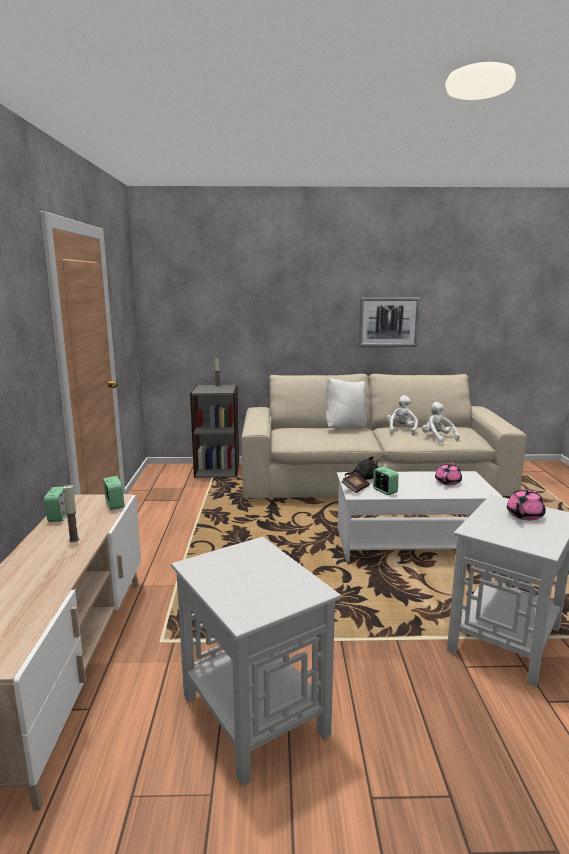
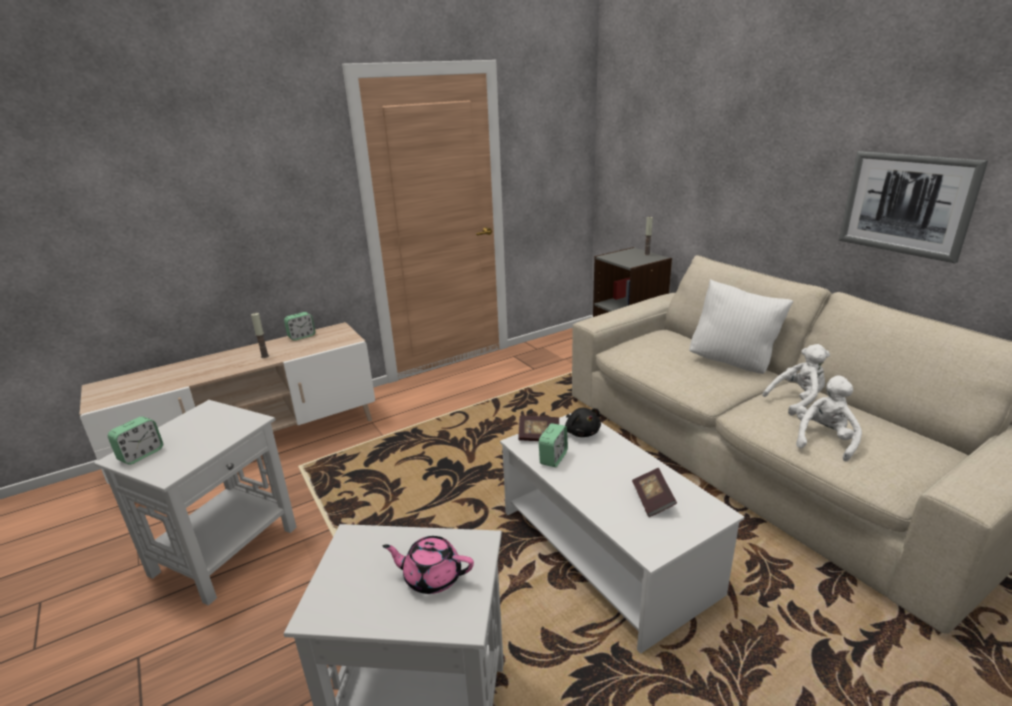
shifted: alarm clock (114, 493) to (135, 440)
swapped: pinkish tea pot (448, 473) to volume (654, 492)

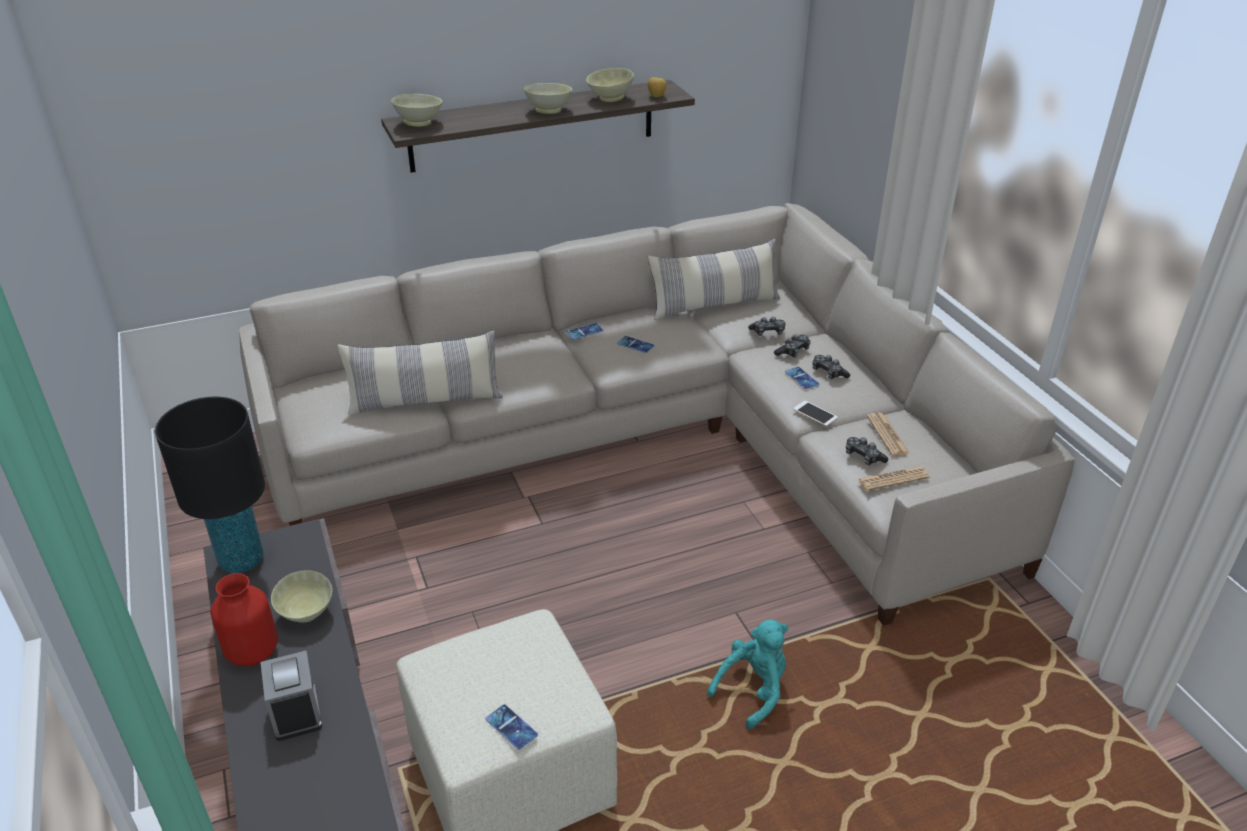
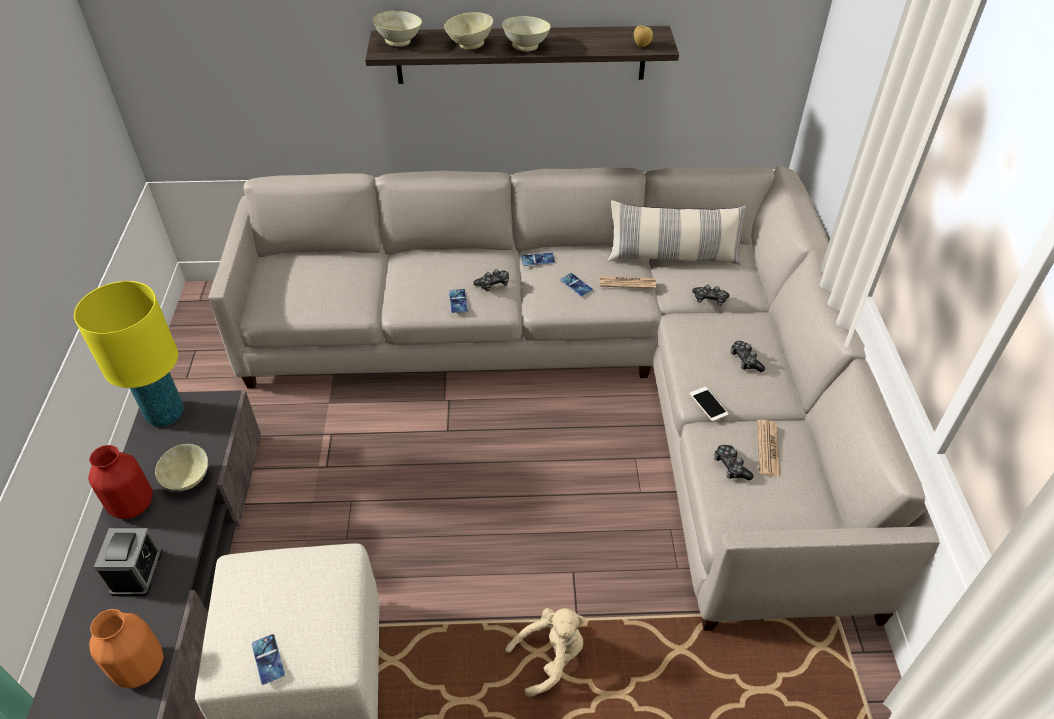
gone: cushion (420, 372)
new: orange-coloured flower vase (126, 648)
shifted: beige-coloured deep dish (610, 85) to (468, 31); game controller (792, 346) to (491, 280); phone (802, 378) to (458, 301); daily paper (894, 478) to (627, 282)
repainted: black tabletop lamp (210, 485) to yellowish tabletop lamp (129, 353); blue-green plush toy (747, 674) to beige-coloured plush toy (545, 652)

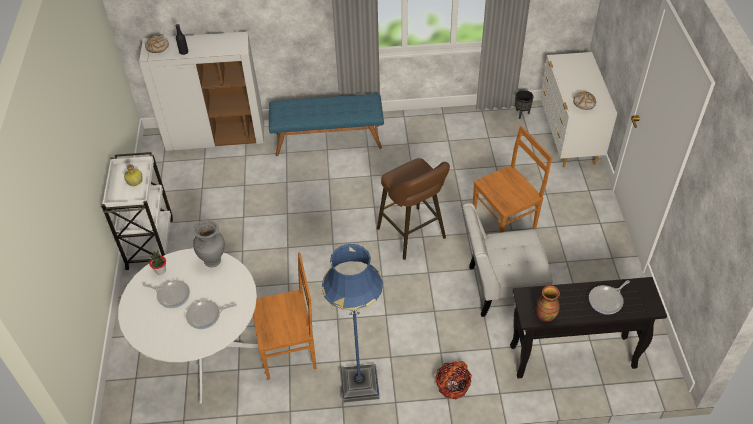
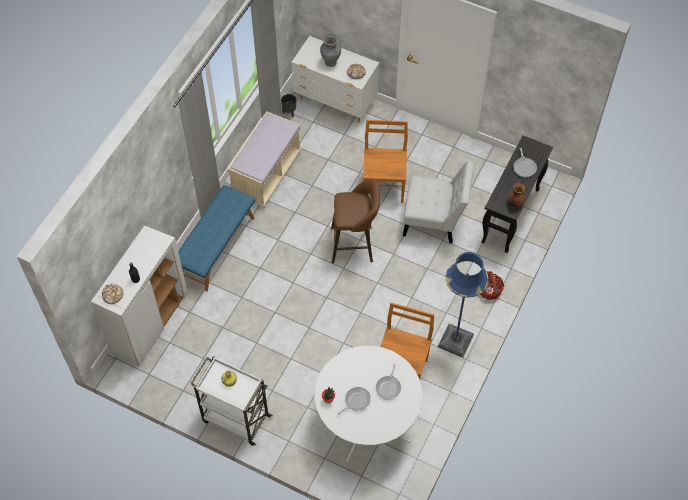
new: beige-coloured long seat (264, 158)
shifted: gray flower vase (209, 243) to (330, 50)
rotated: white-coloured plain chair (508, 260) = (438, 201) 105 degrees counterclockwise

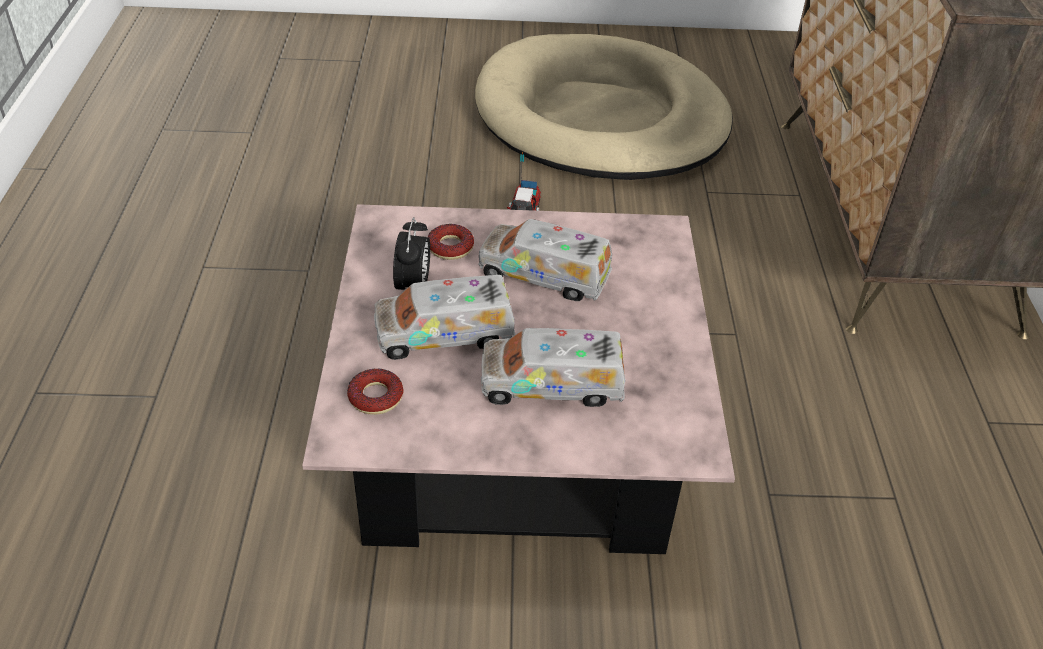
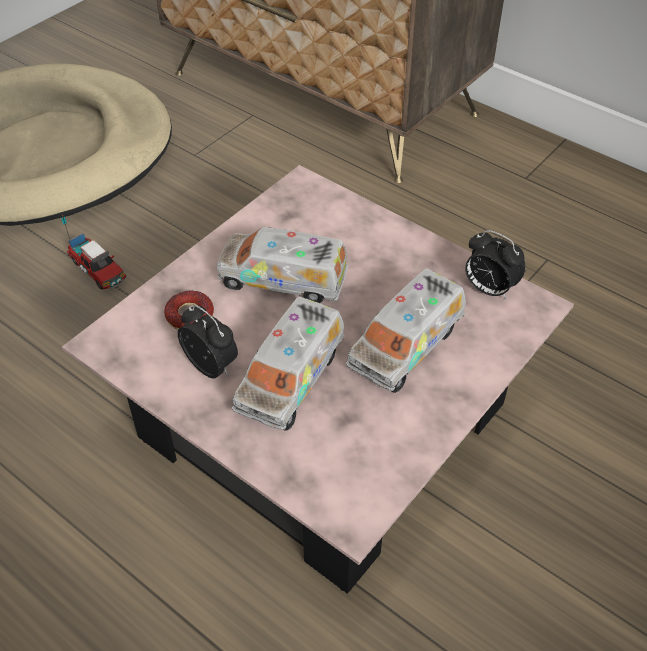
gone: donut (375, 392)
new: alarm clock (495, 264)
rotated: toy lorry (545, 260) = (282, 265) 45 degrees clockwise

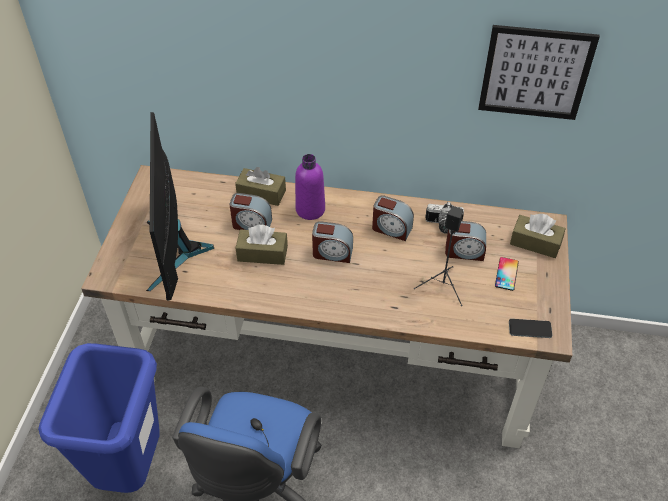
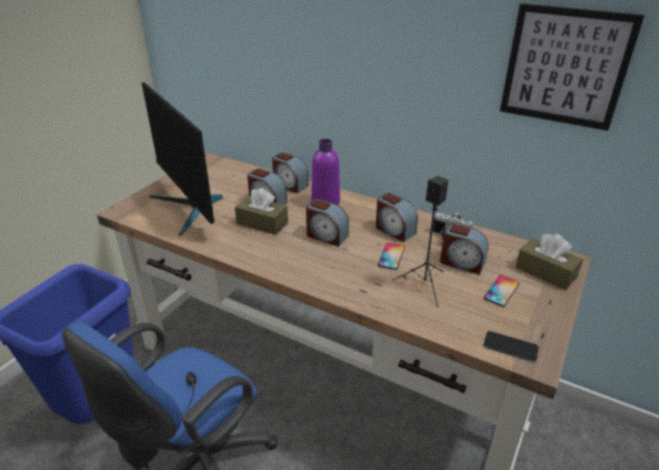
new: phone (391, 256)
swapped: brown tissue box (260, 186) to alarm clock (290, 173)
rotated: monitor (180, 206) = (182, 159) 45 degrees counterclockwise

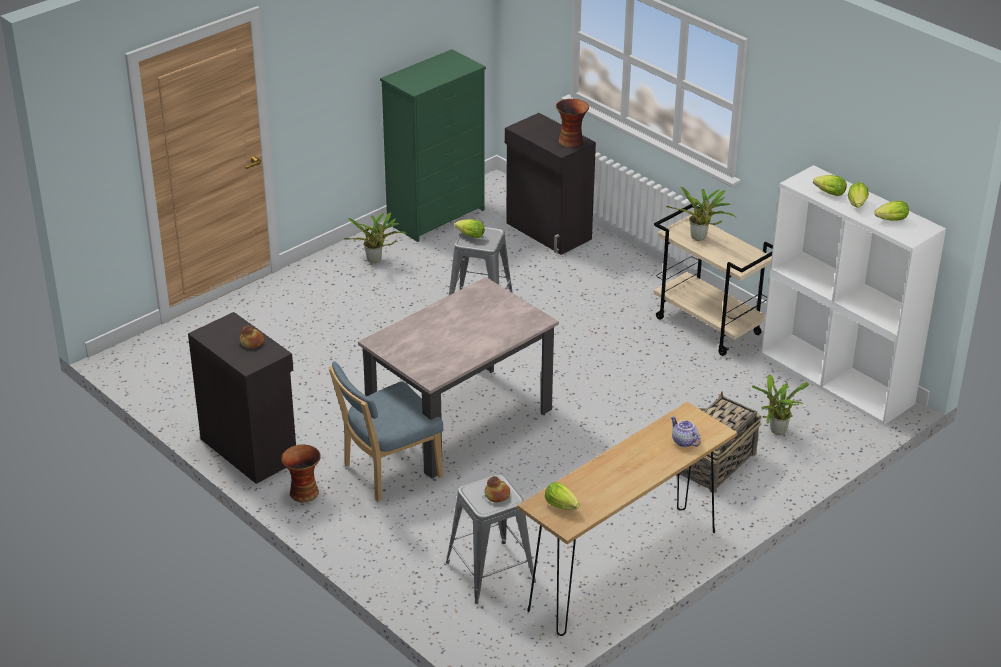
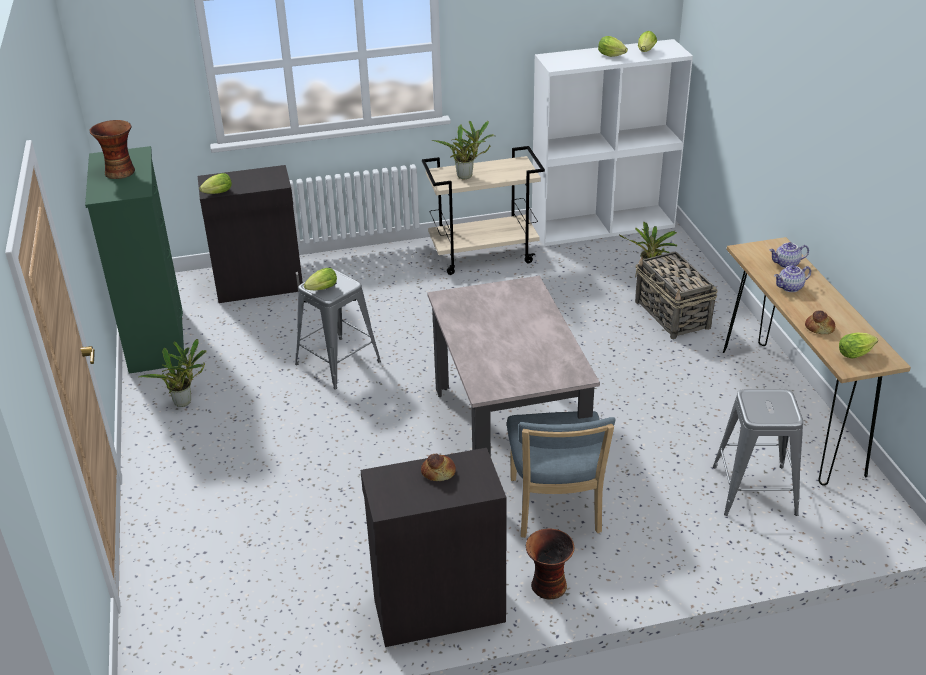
new: tea pot (792, 278)
shifted: baked bread (497, 489) to (820, 322); flower vase (572, 123) to (112, 149); lettuce (830, 185) to (215, 183)

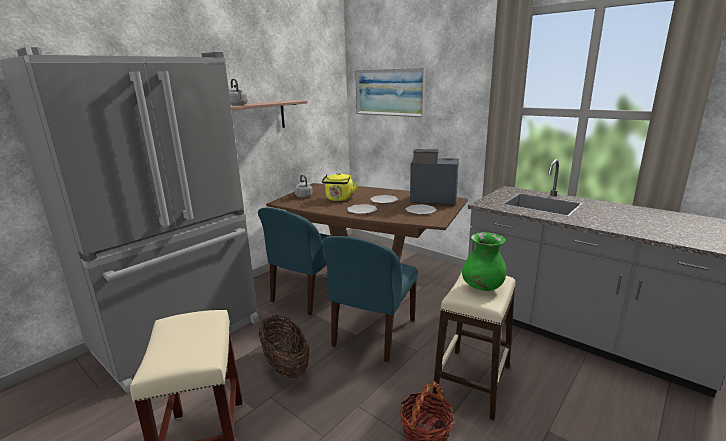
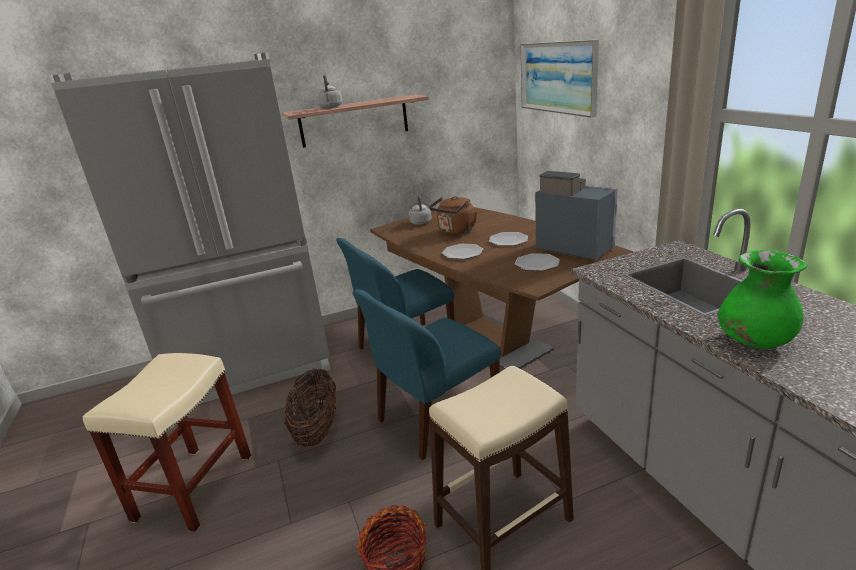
shifted: green flower vase (484, 261) to (762, 299)
repainted: yellowish kettle (340, 187) to brown kettle (453, 215)

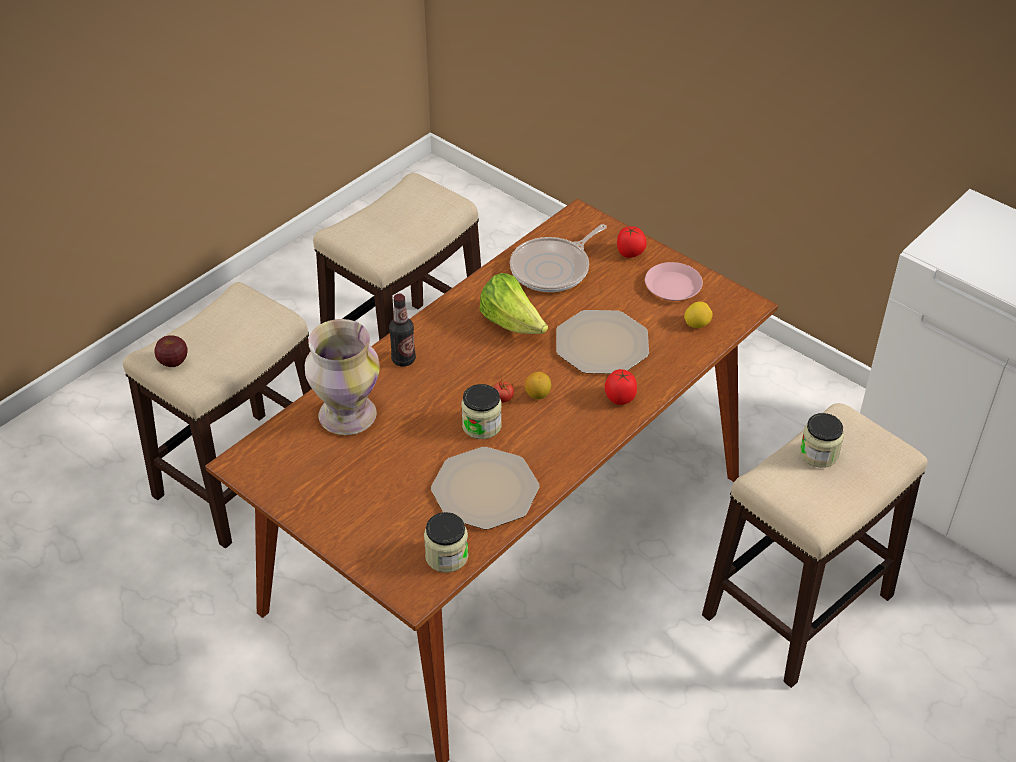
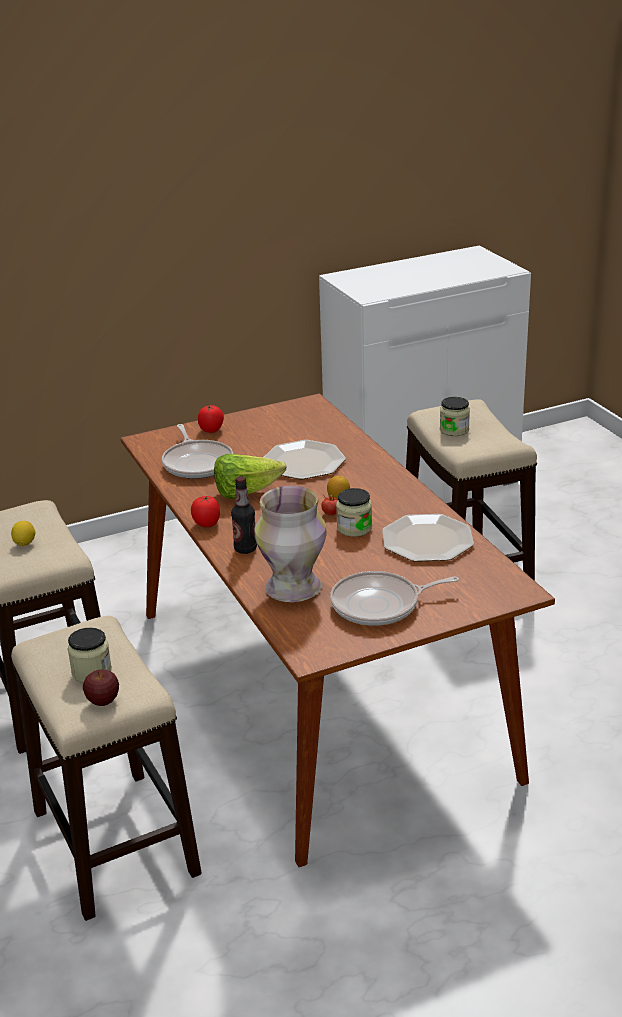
gone: pinkish plate (674, 281)
new: pan (394, 598)
shifted: jar (446, 542) to (90, 655); fresh tomato (621, 387) to (205, 511); whole lemon (698, 315) to (23, 533)

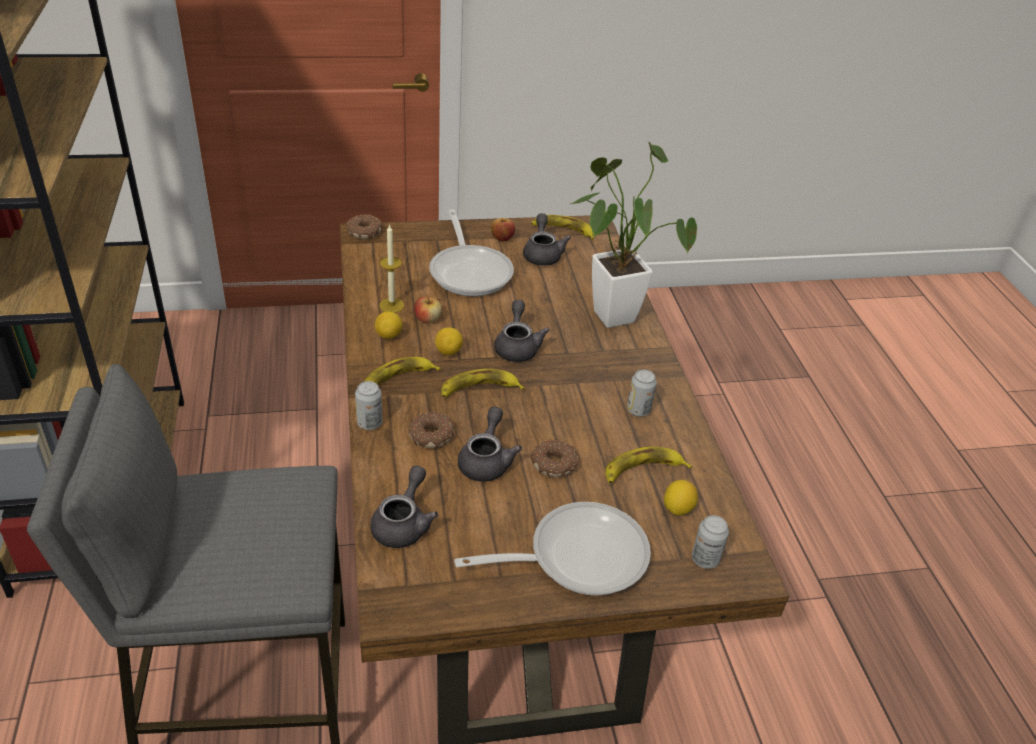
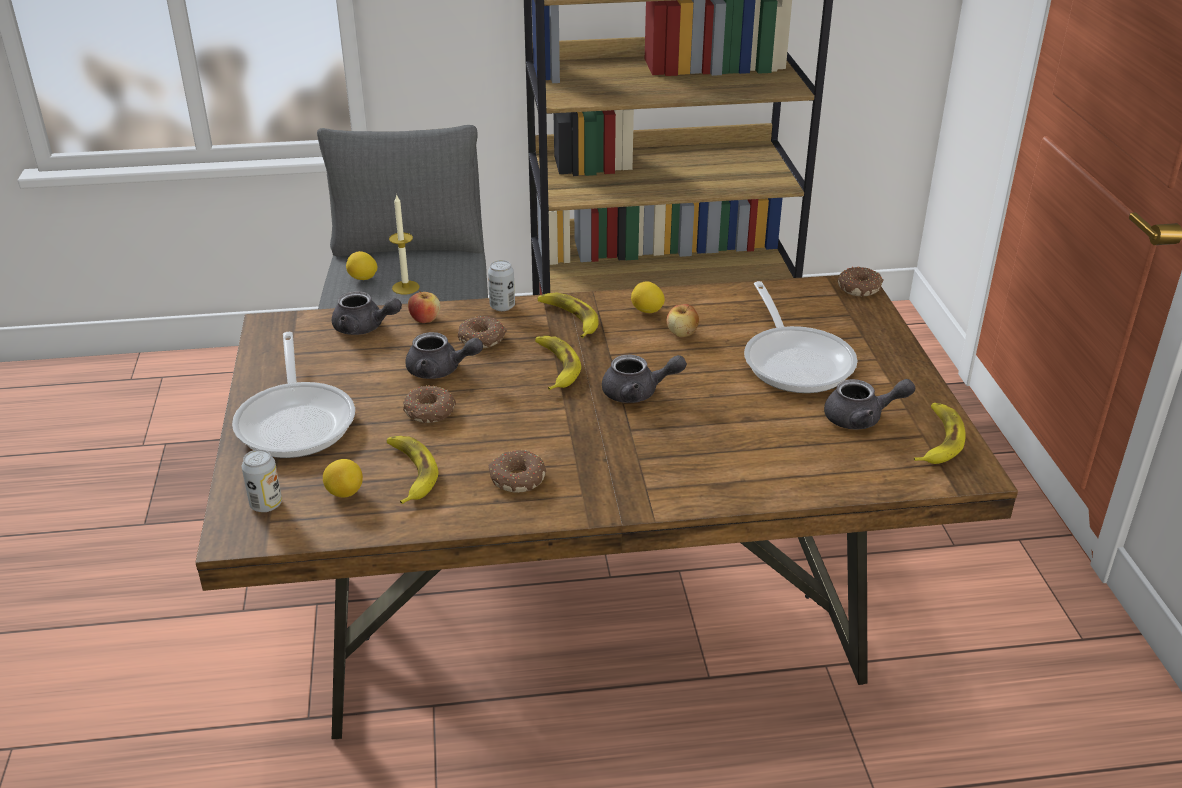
gone: plant in a pot (634, 235)
shifted: wax candle (391, 268) to (404, 244); whole lemon (449, 341) to (362, 265); whole apple (503, 230) to (424, 306)
swapped: sealed can (642, 392) to donut (517, 471)
rotated: pan (471, 252) = (800, 337) 90 degrees counterclockwise

